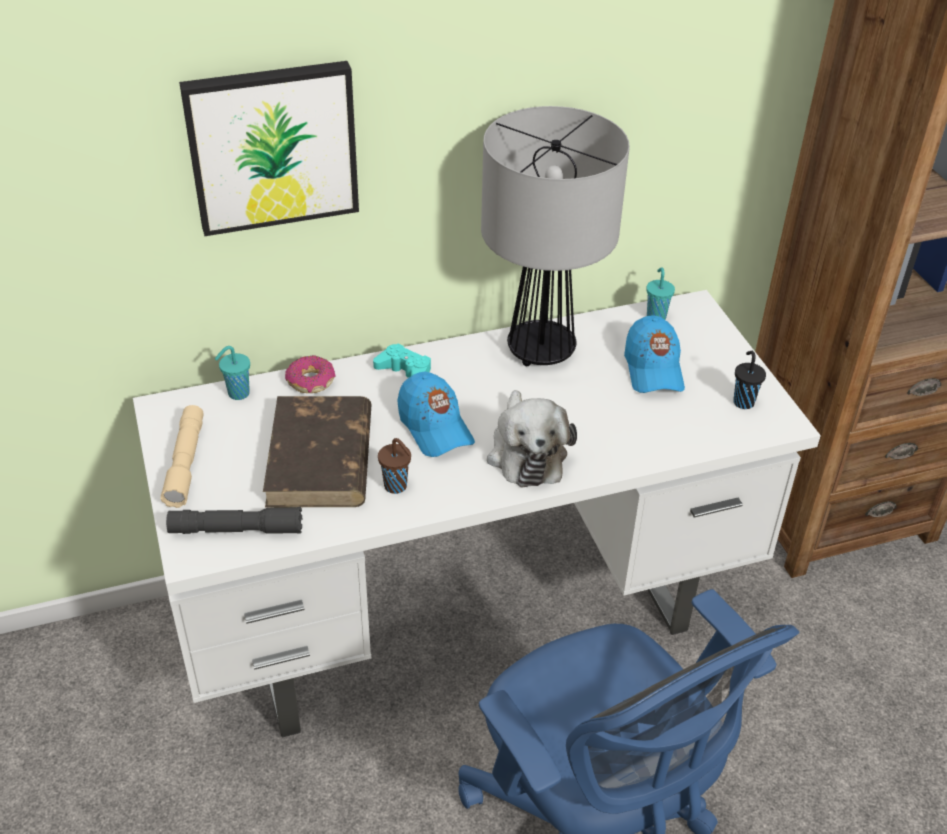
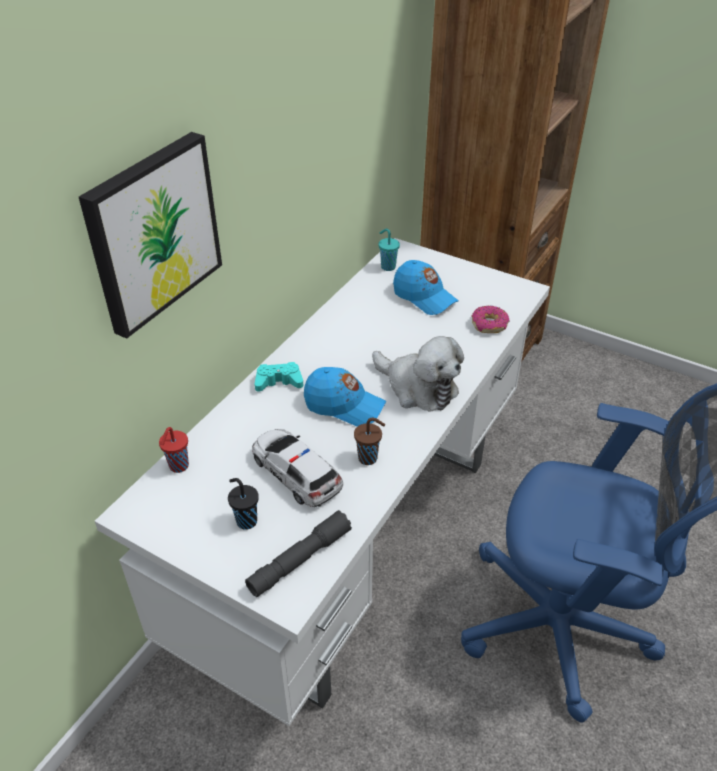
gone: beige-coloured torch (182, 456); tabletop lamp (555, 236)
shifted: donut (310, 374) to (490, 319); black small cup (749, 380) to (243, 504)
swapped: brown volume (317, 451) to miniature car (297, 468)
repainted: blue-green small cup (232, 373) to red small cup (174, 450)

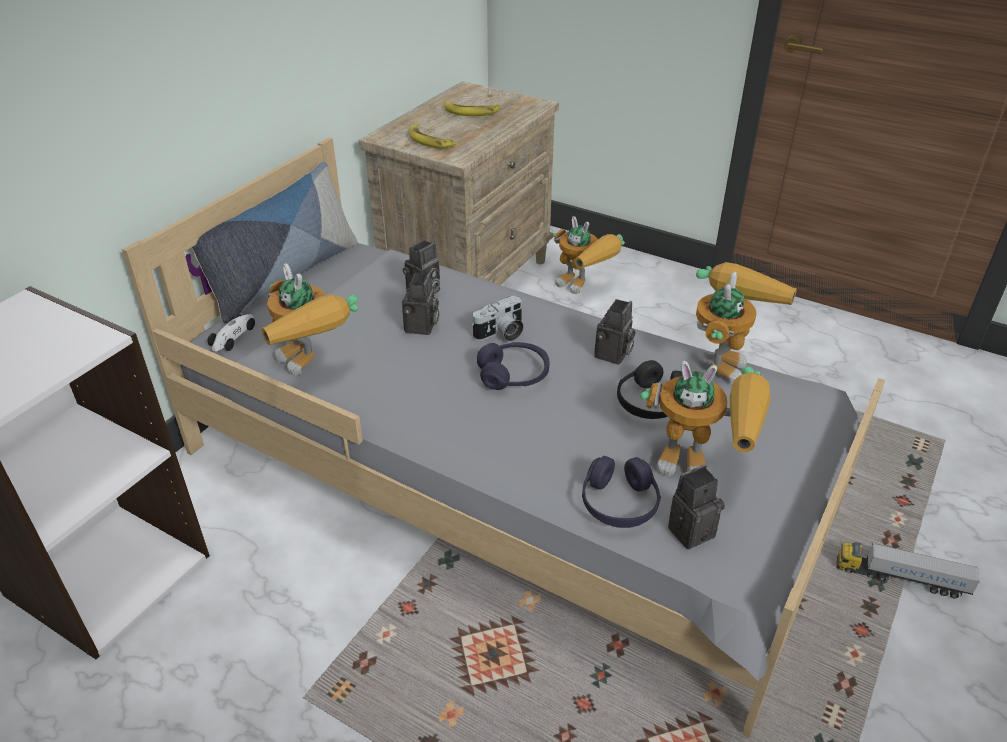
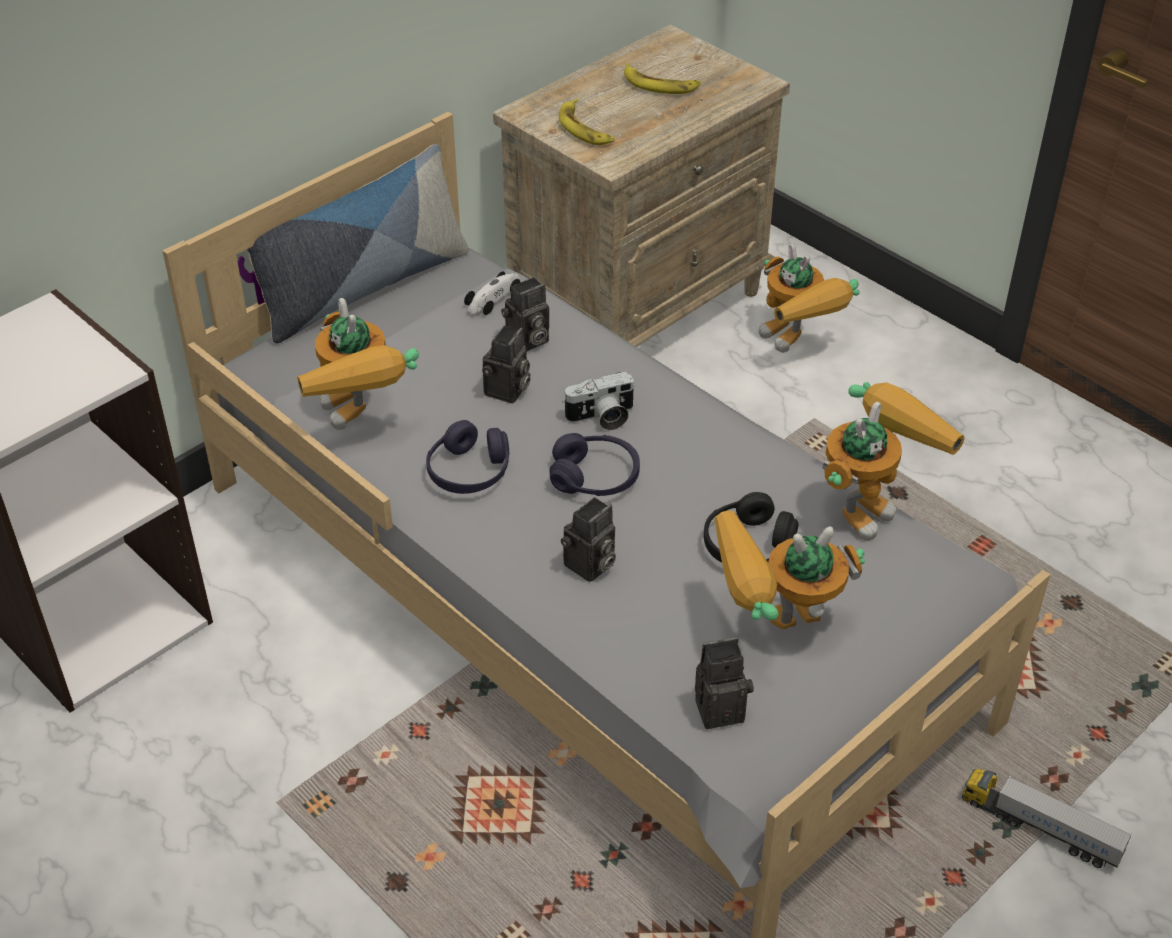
shifted: miniature car (231, 332) to (492, 293); purple-coloured headset (621, 492) to (467, 457); still camera (614, 332) to (588, 539)
rotated: toy robot (705, 418) = (789, 569) 135 degrees clockwise

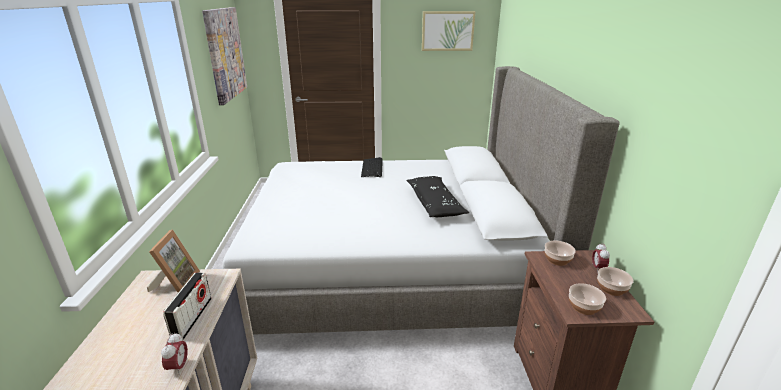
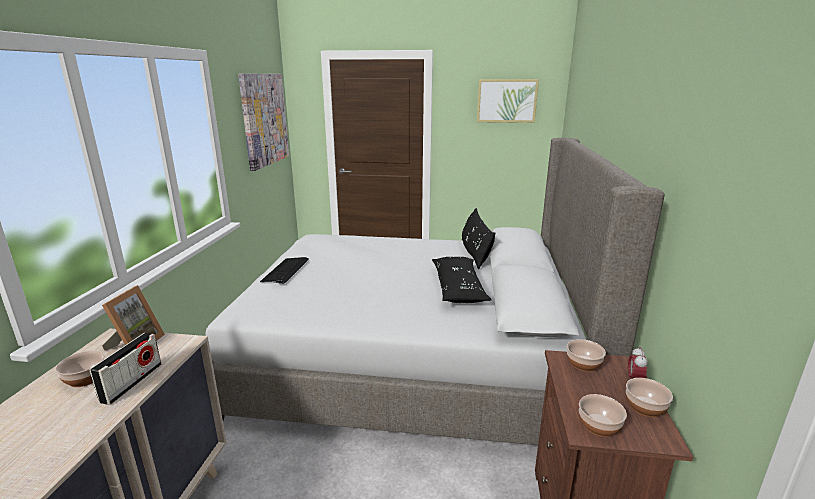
gone: alarm clock (174, 353)
new: deep dish (80, 369); black cushion (478, 238)
shifted: keyboard (372, 167) to (284, 270)

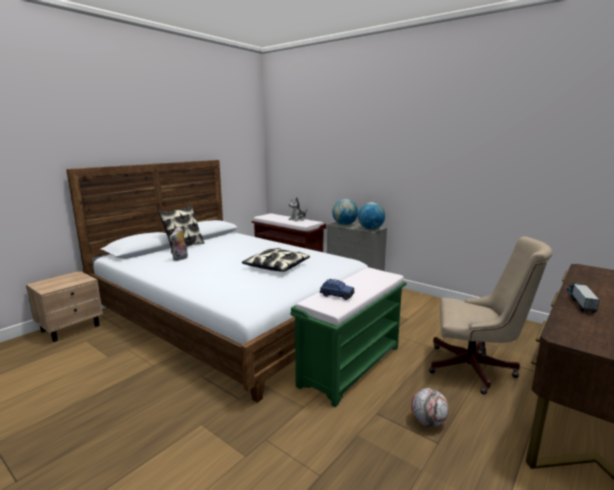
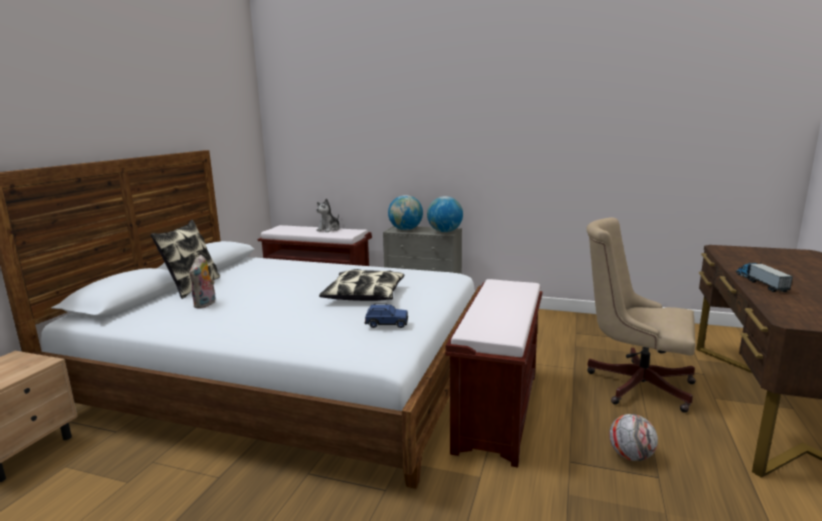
shifted: blue-coloured miniature car (337, 289) to (386, 316)
repainted: green long seat (349, 337) to brown long seat (494, 373)
rotated: beige-coloured office chair (491, 315) = (641, 315) 150 degrees counterclockwise

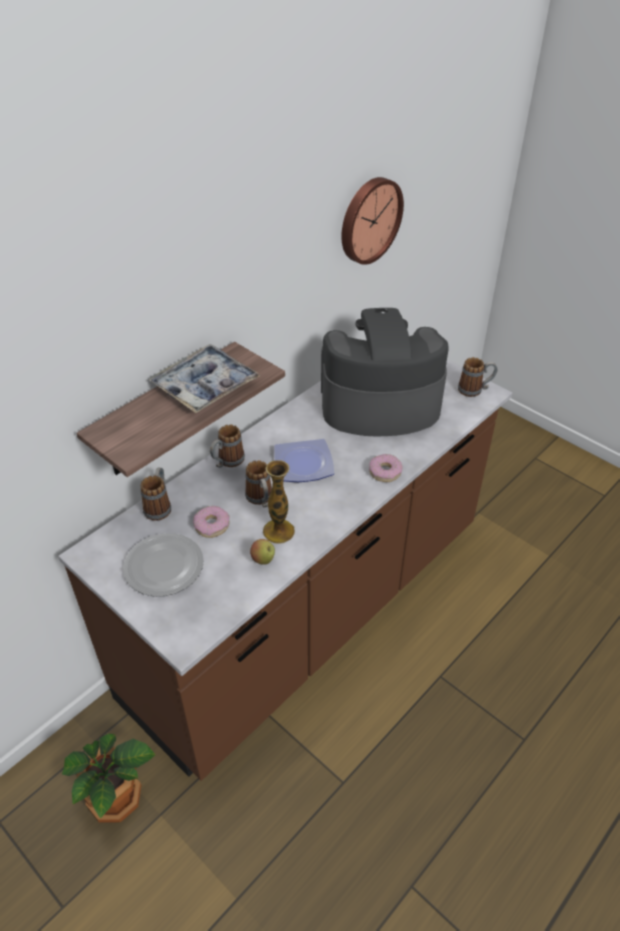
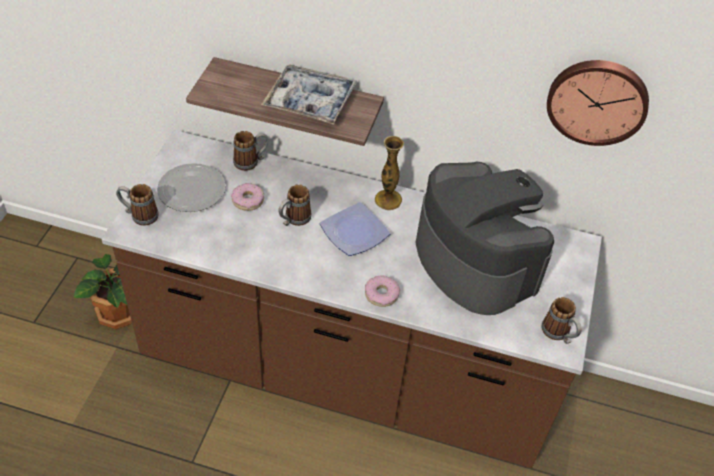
gone: whole apple (262, 552)
shifted: mug (227, 446) to (137, 205); flower vase (279, 502) to (389, 173)

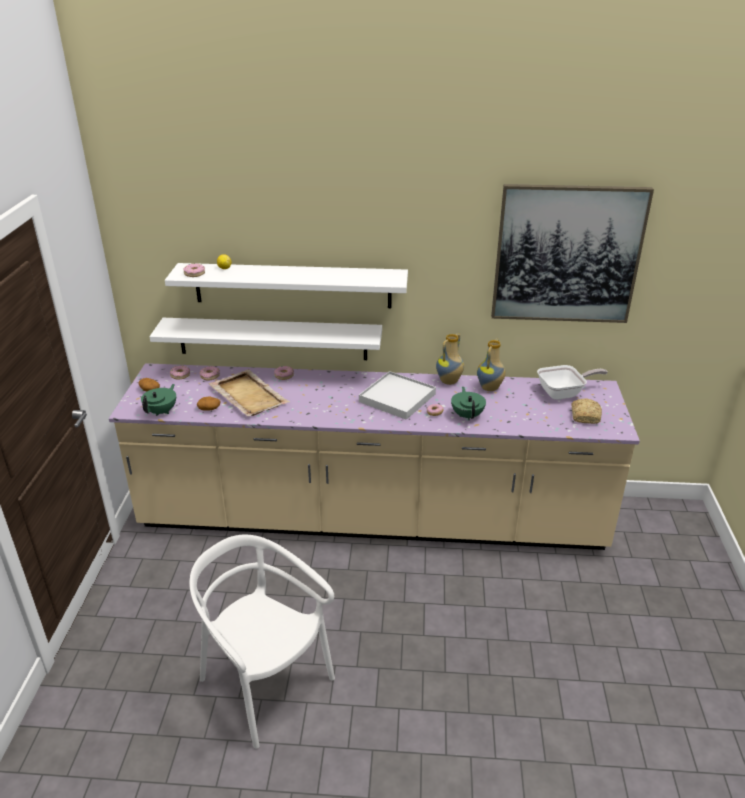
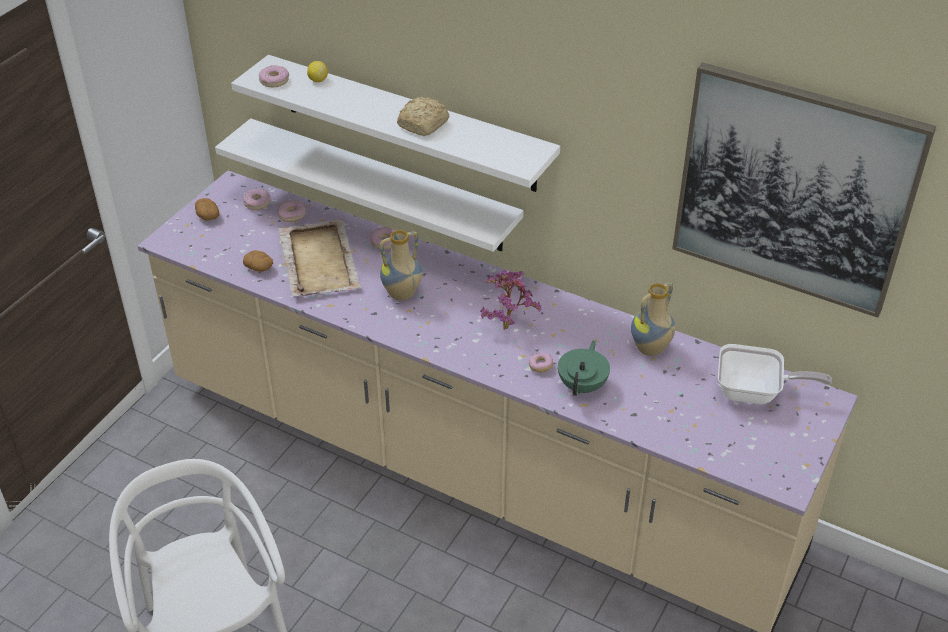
gone: green tea pot (158, 400)
shifted: flower vase (450, 359) to (401, 265); baked bread (586, 411) to (423, 116)
swapped: white-coloured carrying tray (397, 395) to plant in a pot (510, 300)

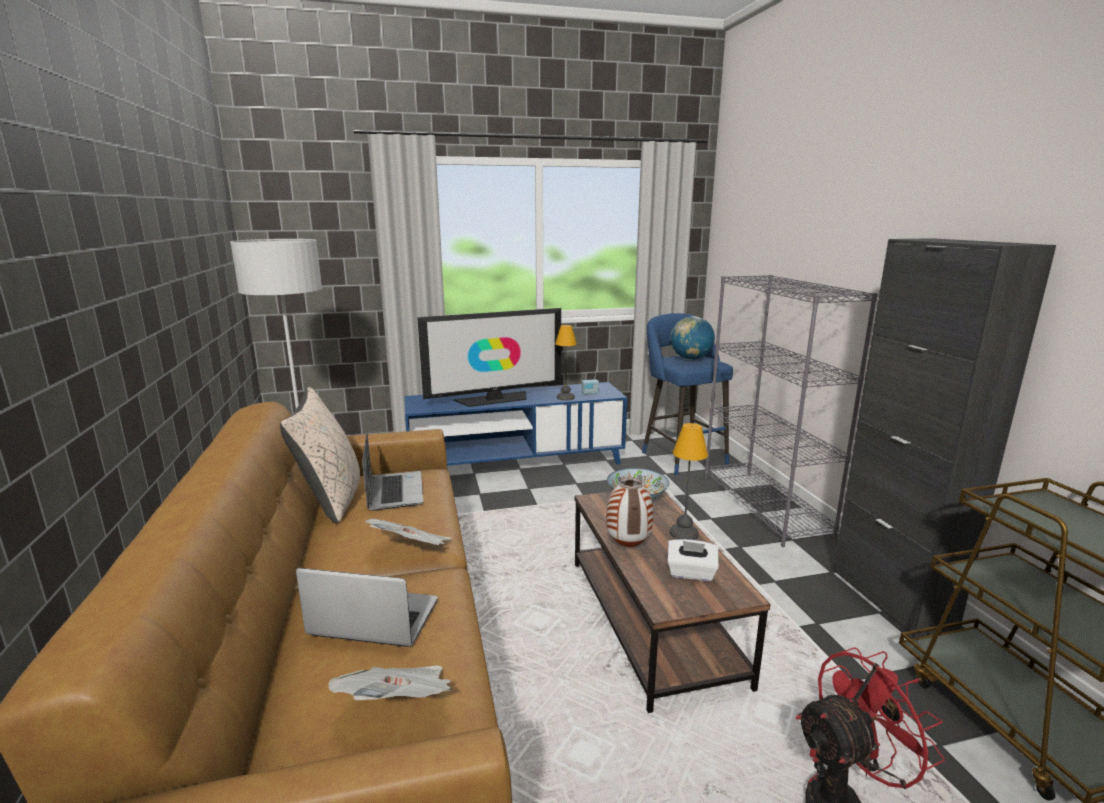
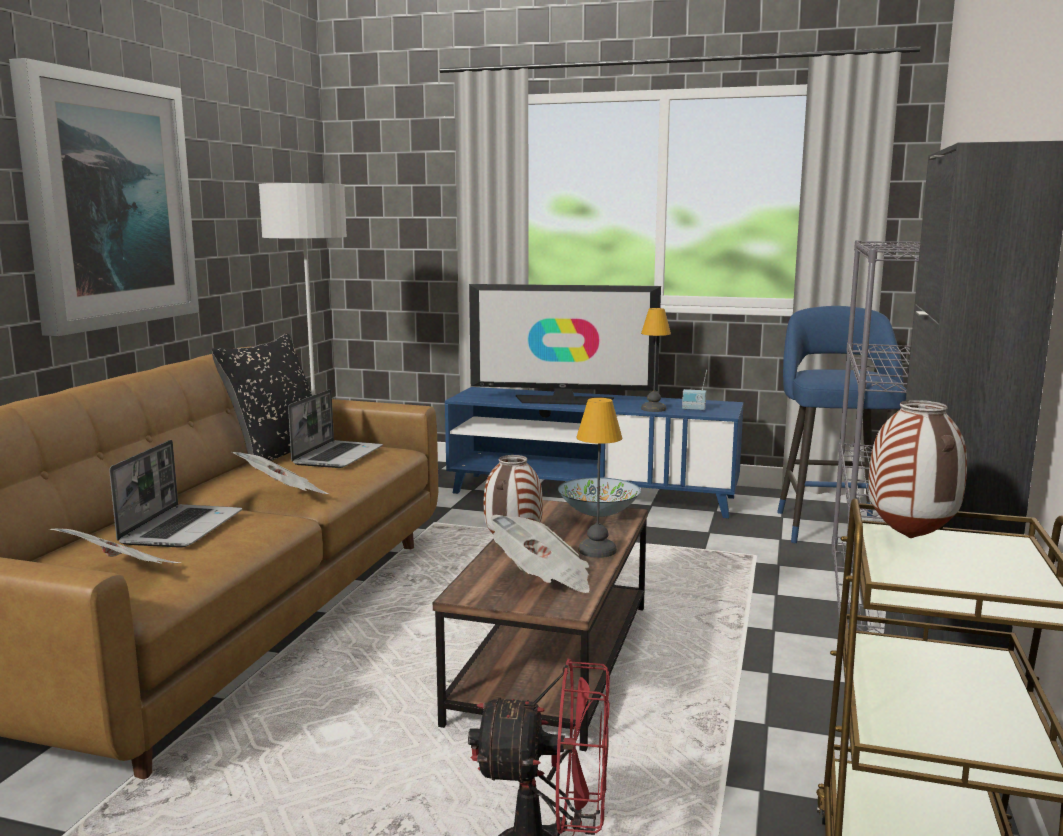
gone: world globe (693, 338)
new: wall art (104, 197); flower vase (917, 469)
swapped: white-coloured tissue box (693, 560) to daily paper (540, 554)
repainted: beige-coloured cushion (320, 455) to black cushion (262, 397)
rotated: portable computer (367, 607) = (175, 494) 60 degrees clockwise

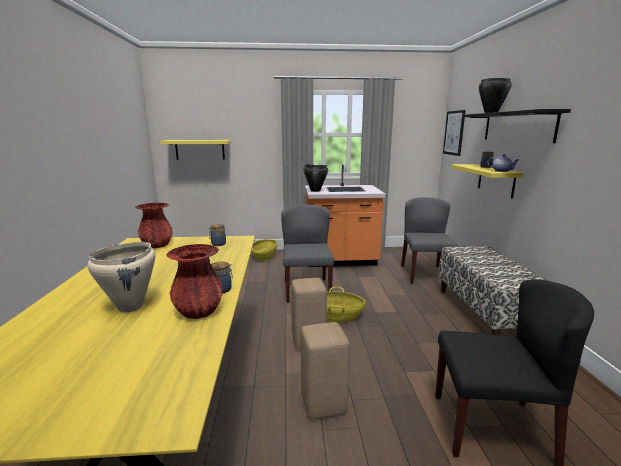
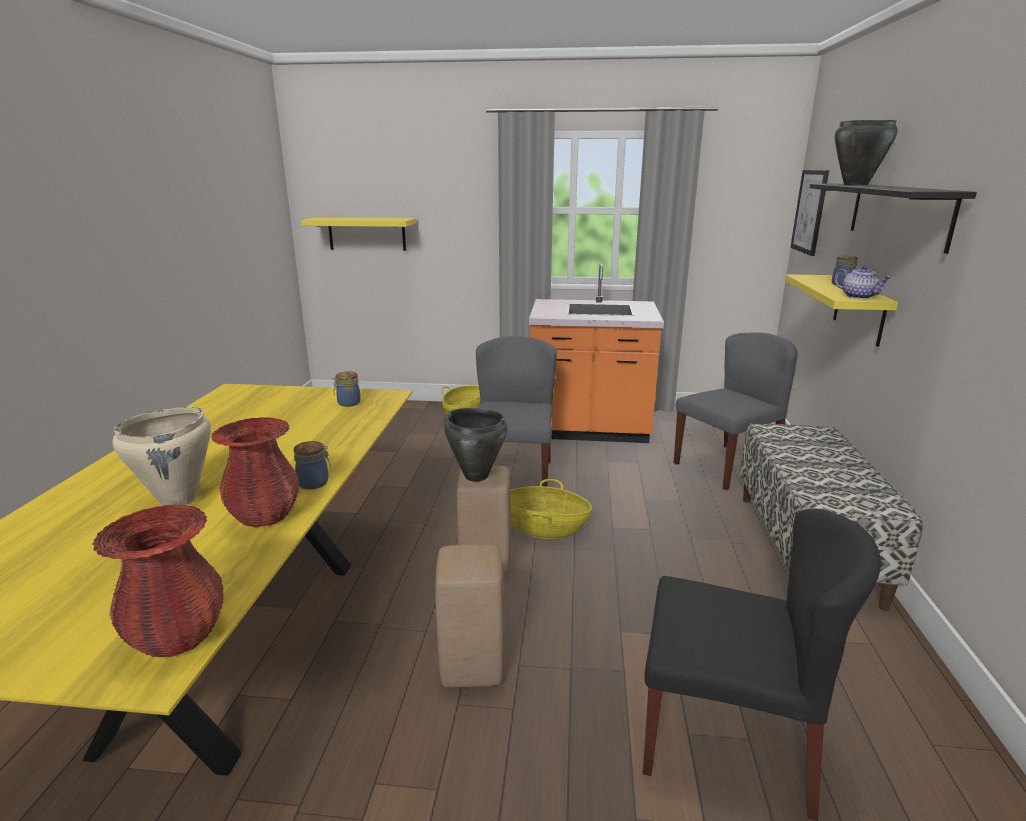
shifted: red flower vase (154, 225) to (158, 581); black stockpot (315, 178) to (476, 445)
rotated: gray plain chair (429, 240) = (736, 411) 45 degrees clockwise

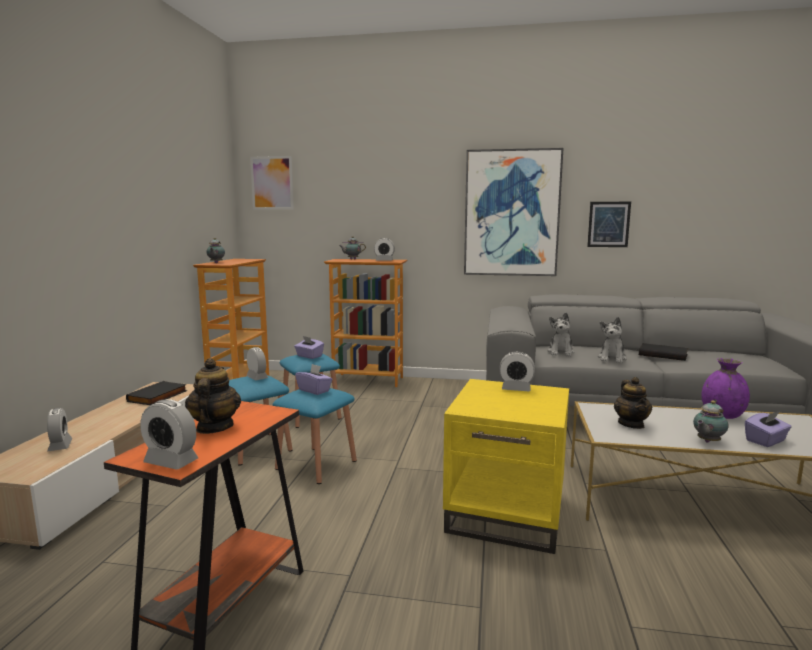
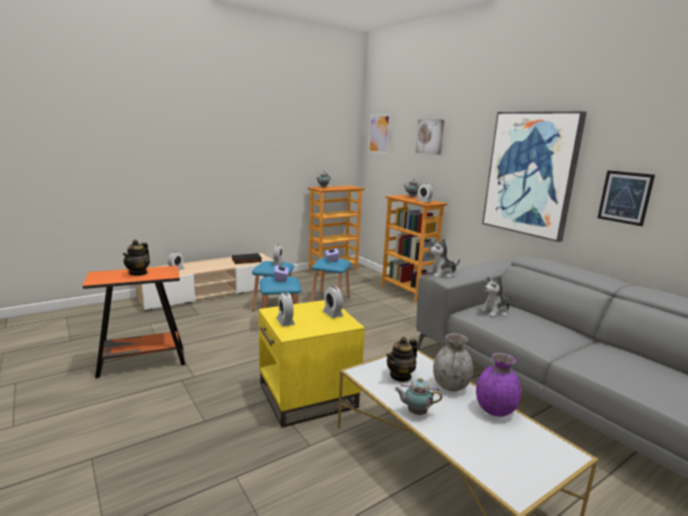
gone: black volume (663, 352); purple-coloured tissue box (768, 429)
new: wall art (429, 137); gray flower vase (453, 362)
shifted: alarm clock (169, 434) to (286, 309); plush toy (612, 340) to (443, 258)
rotated: tea pot (213, 396) = (136, 258) 150 degrees clockwise

